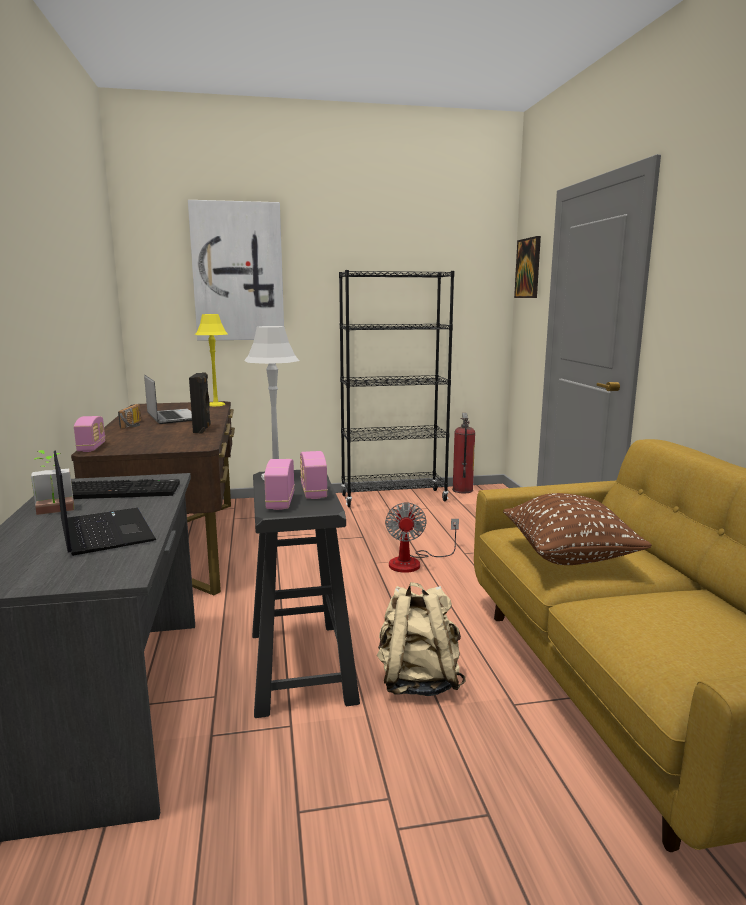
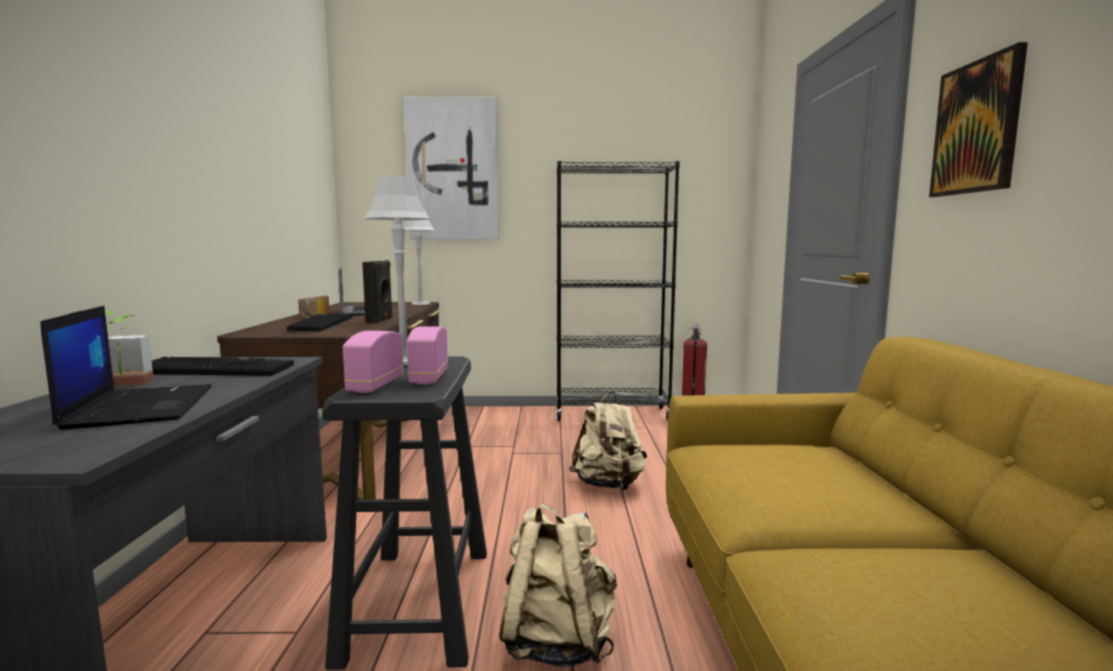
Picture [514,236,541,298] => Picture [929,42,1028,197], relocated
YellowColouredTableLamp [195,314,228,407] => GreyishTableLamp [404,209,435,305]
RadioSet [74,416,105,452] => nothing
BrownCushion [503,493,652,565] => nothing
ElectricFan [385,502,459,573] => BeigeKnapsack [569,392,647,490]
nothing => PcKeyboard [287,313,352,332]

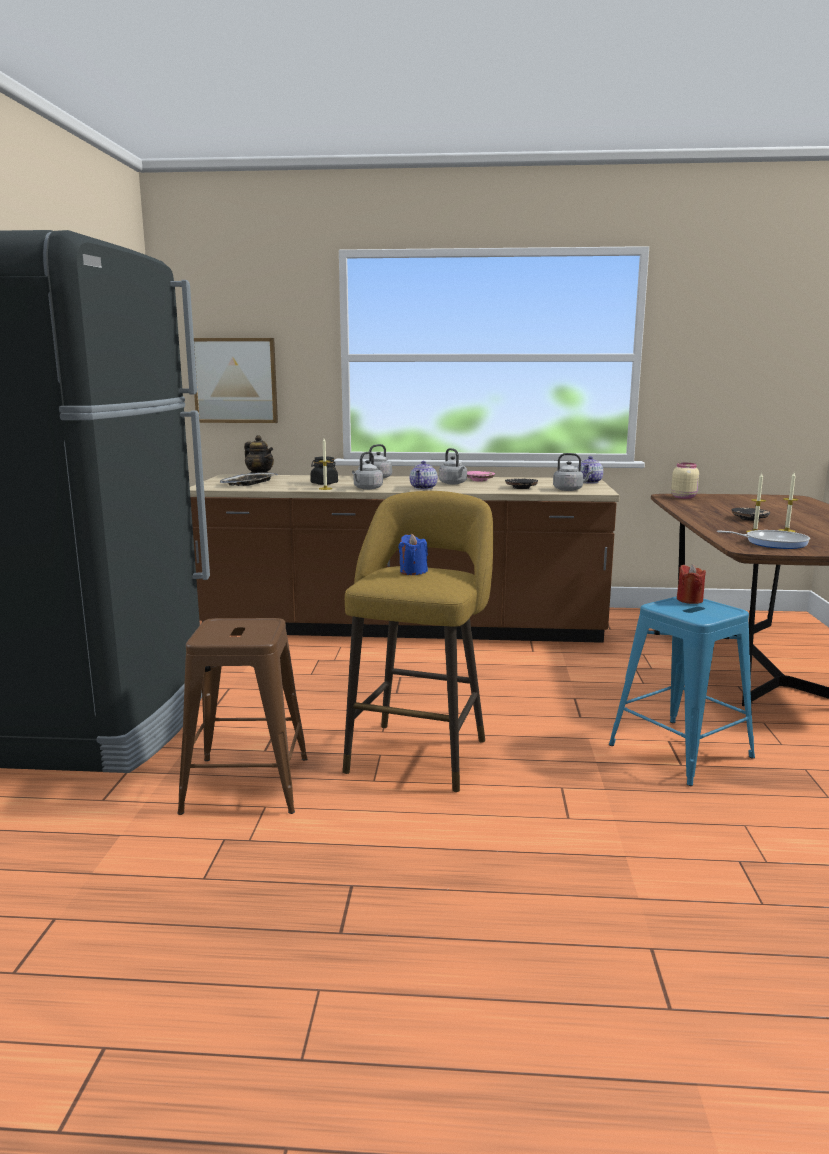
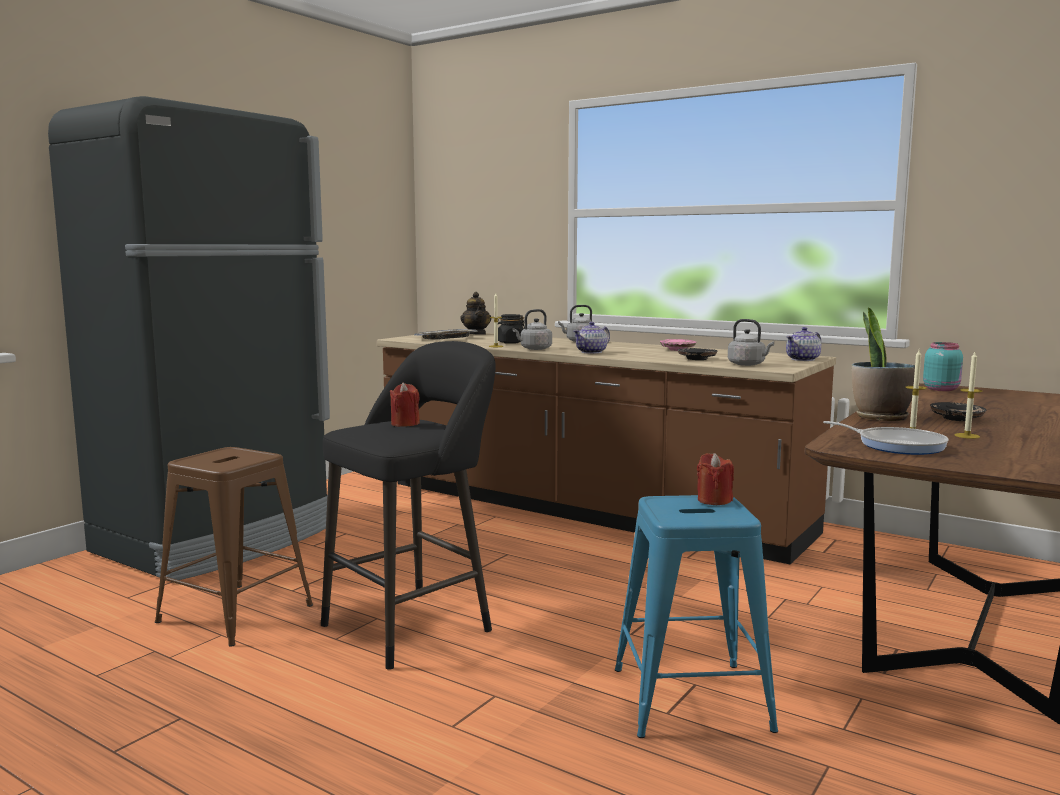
Picture [194,338,278,423] => nothing
GreyishTeaKettle [439,448,467,484] => nothing
BeigePreserveJar [671,463,699,499] => TurquoiseColouredPreserveJar [923,342,963,391]
YellowColouredSittingStool [343,491,493,792] => BlackColouredSittingStool [321,341,496,670]
BluishWaxLight [399,534,428,575] => RedWaxLight [390,382,420,427]
nothing => PottedPlant [852,307,915,421]

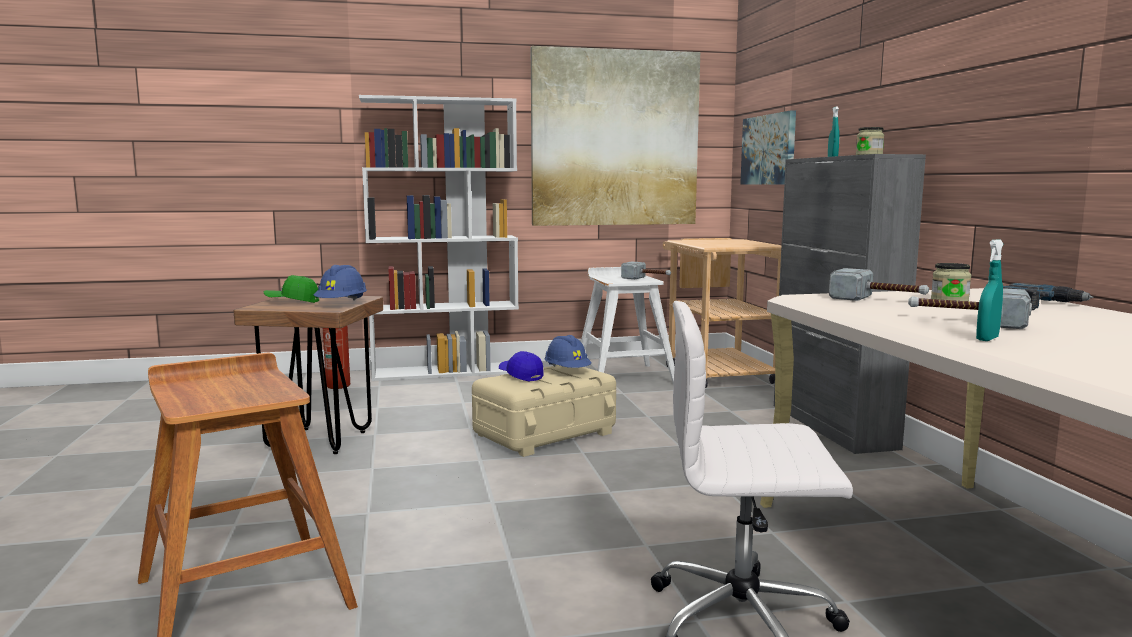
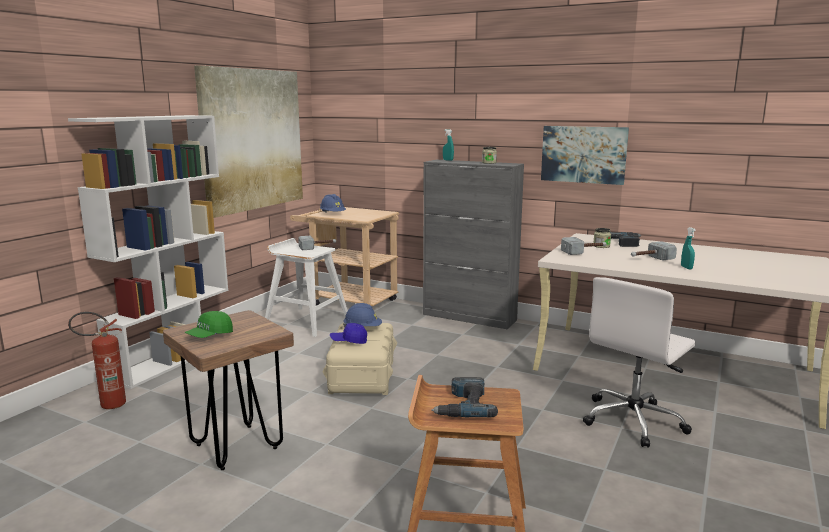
Picture [740,110,796,185] => Picture [541,126,629,185], relocated
BluishSafetyHelmet [314,265,367,301] => BluishSafetyHelmet [320,194,346,213], relocated
nothing => PowerDrill [431,377,498,417]

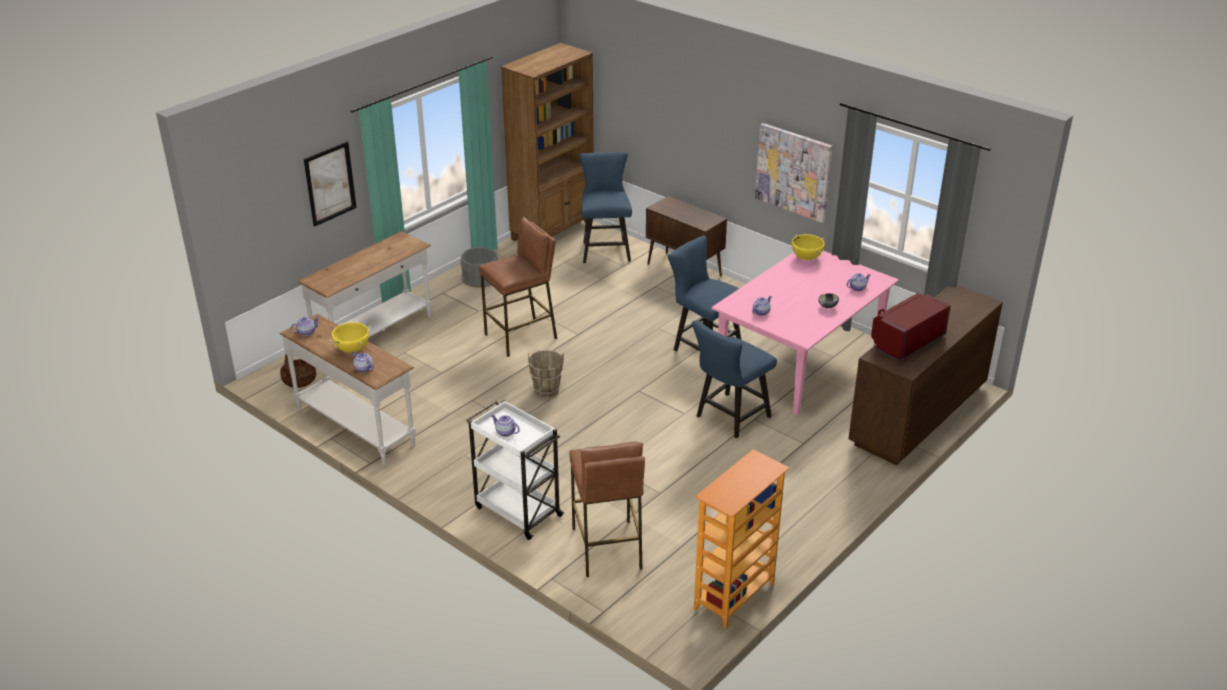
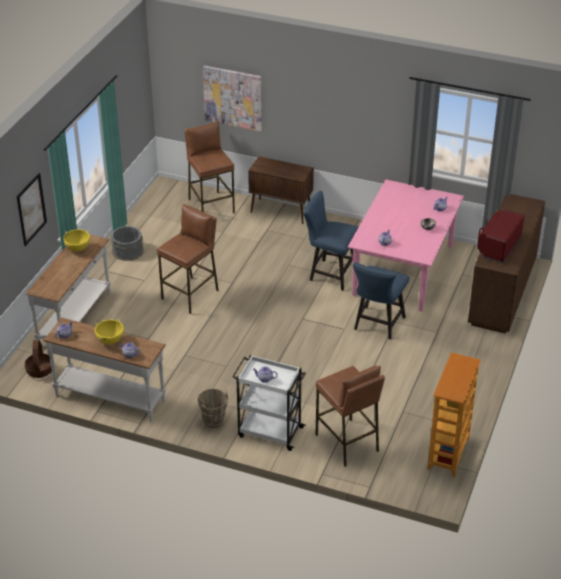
BrownShelvingUnit [501,43,594,241] => nothing
Picture [755,123,833,223] => Picture [203,65,262,131], relocated
BluishChair [579,152,632,263] => BrownSittingStool [184,121,235,214]
YellowColouredSaucepot [792,234,825,260] => YellowColouredSaucepot [63,229,90,252], relocated
BrownWaterBucket [528,350,564,397] => BrownWaterBucket [198,389,228,428], relocated

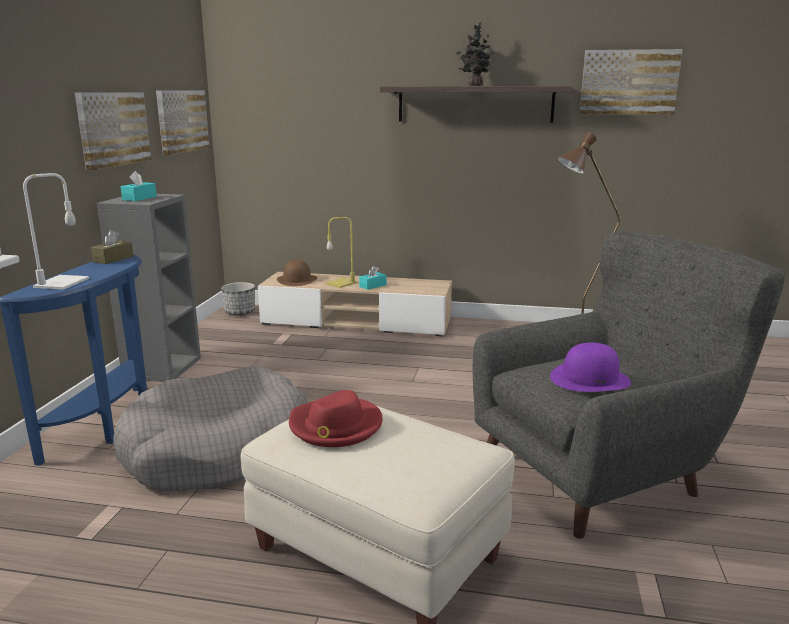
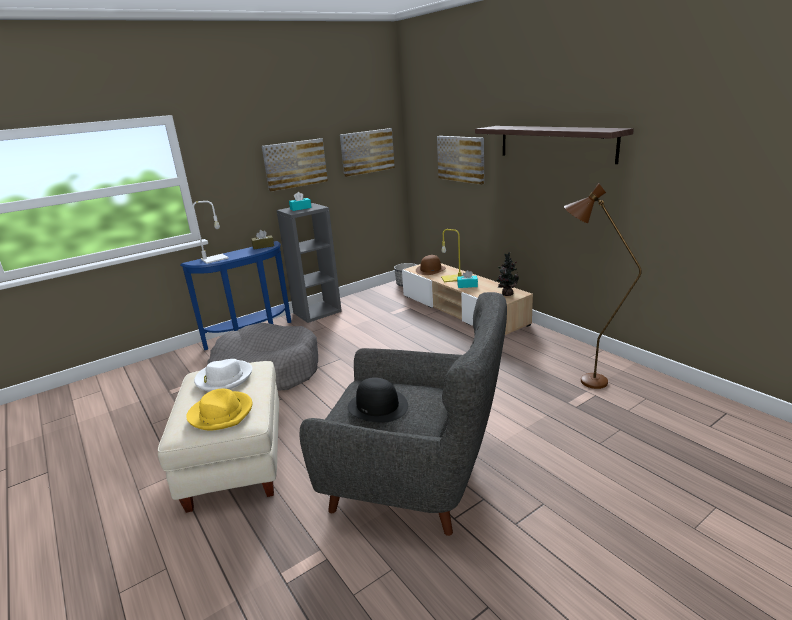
PottedPlant [455,22,494,86] => PottedPlant [496,252,519,296], relocated
Picture [580,49,683,115] => Picture [437,136,484,185], relocated
PurpleColouredClothingHat [550,343,631,392] => BlackColouredClothingHat [348,378,408,423]
RedClothingHat [289,390,382,447] => WhitishClothingHat [194,359,252,392]
nothing => YellowColouredClothingHat [186,389,252,430]

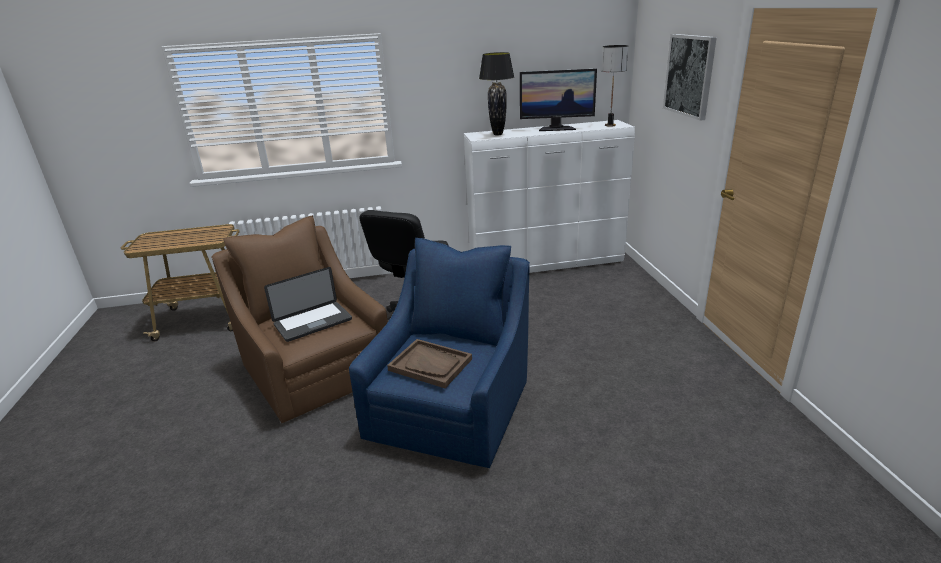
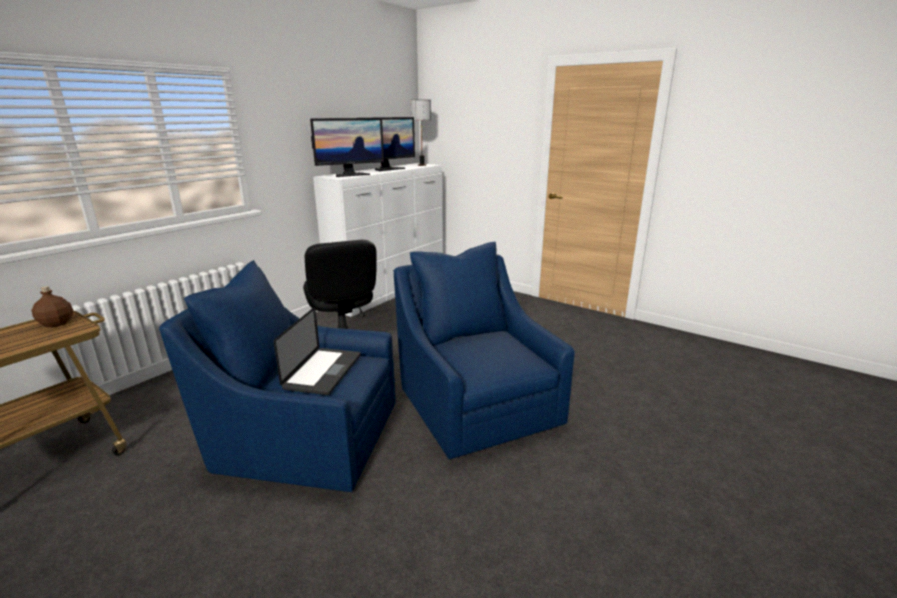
Picture [663,34,717,121] => nothing
BlackColouredTableLamp [479,52,514,135] => ComputerScreen [310,118,384,177]
BrownLoungeChair [211,215,388,423] => BluishLoungeChair [159,260,396,492]
BrownCarryingTray [387,339,472,388] => nothing
nothing => BrownDrinkBottle [32,286,73,327]

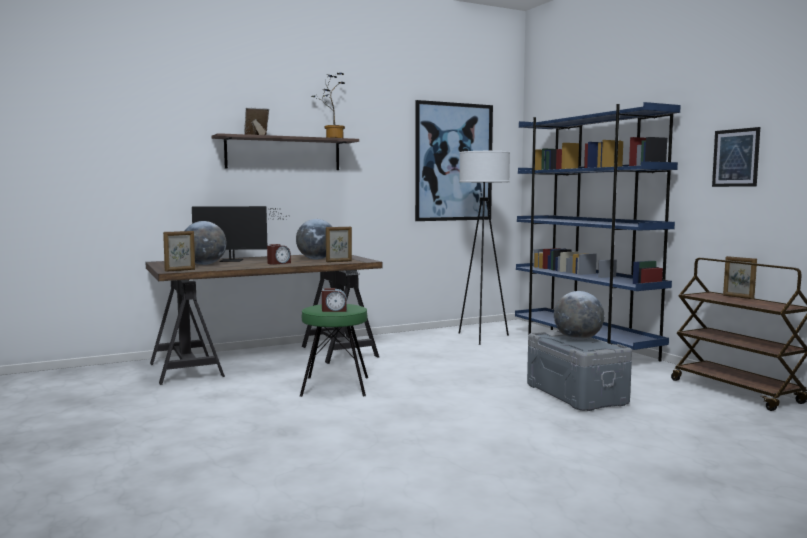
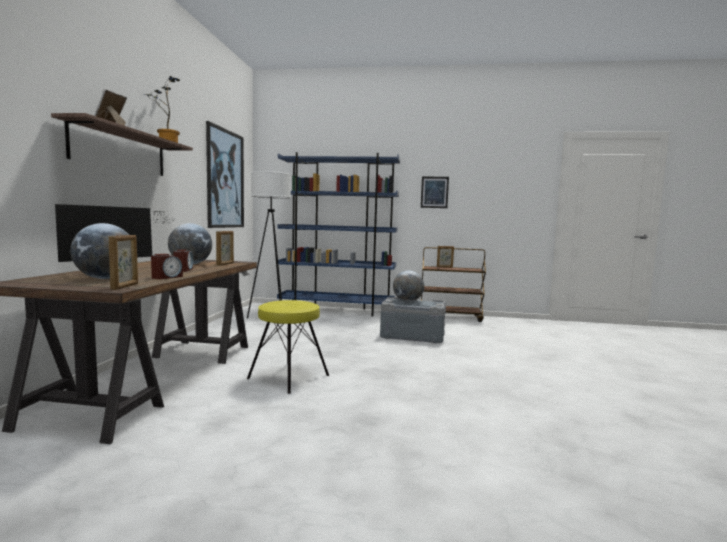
BedsideClock [322,288,347,312] => BedsideClock [151,254,183,279], relocated
GreenSittingStool [300,304,368,397] => YellowColouredSittingStool [247,300,329,394]

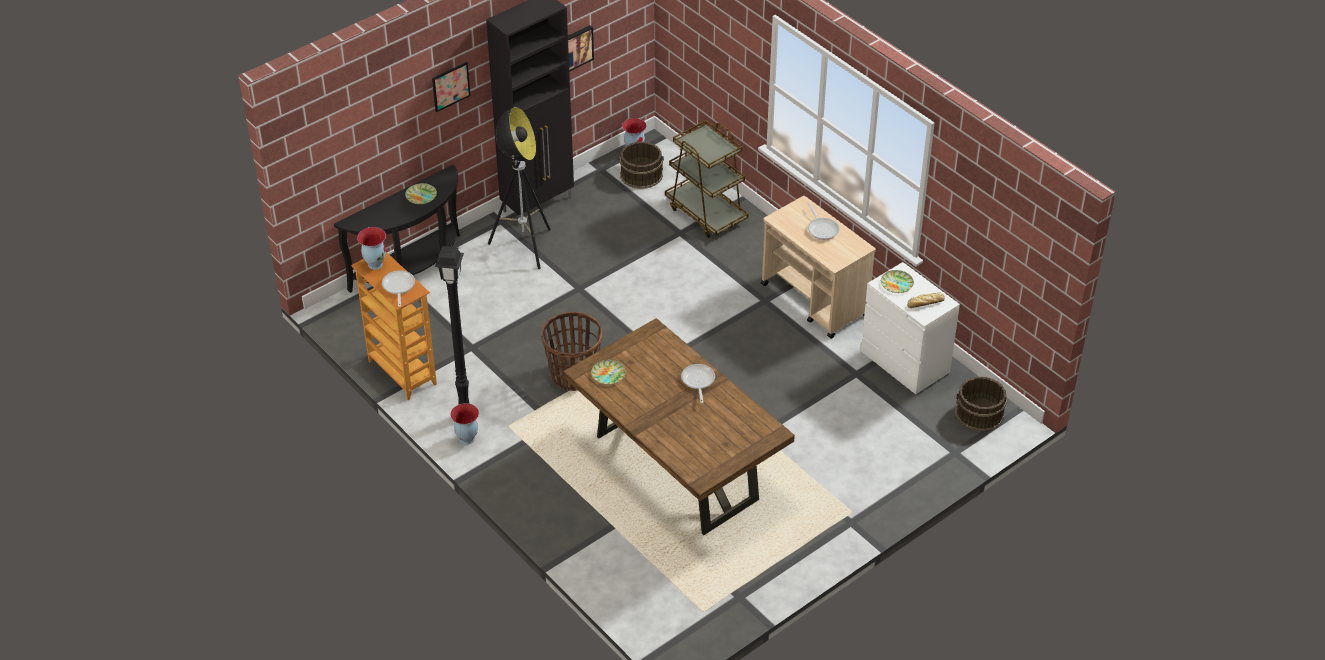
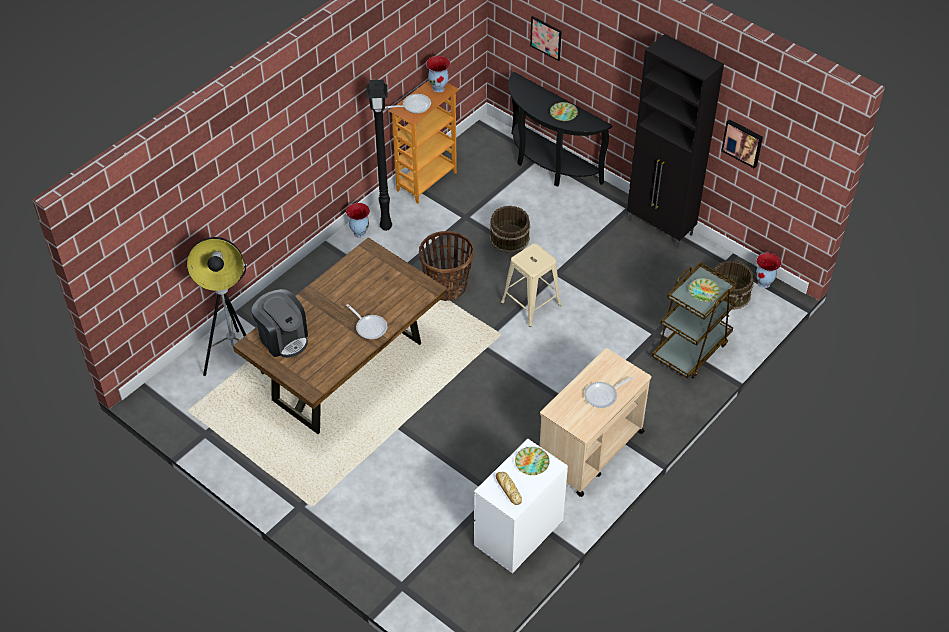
Picture [432,62,470,112] => Picture [530,16,562,61], relocated
StandingLamp [488,107,551,269] => StandingLamp [187,237,264,376], relocated
FlatDish [591,360,626,385] => FlatDish [689,278,720,302], relocated
Pan [681,364,715,403] => Pan [346,304,387,339], 60 degrees clockwise
BrownWaterBucket [955,376,1007,431] => BrownWaterBucket [489,206,530,253], relocated
nothing => BeigeSittingStool [501,243,562,327]
nothing => CoffeeMaker [252,289,308,358]

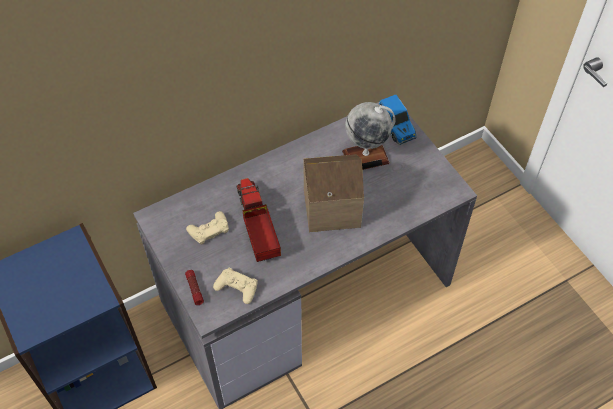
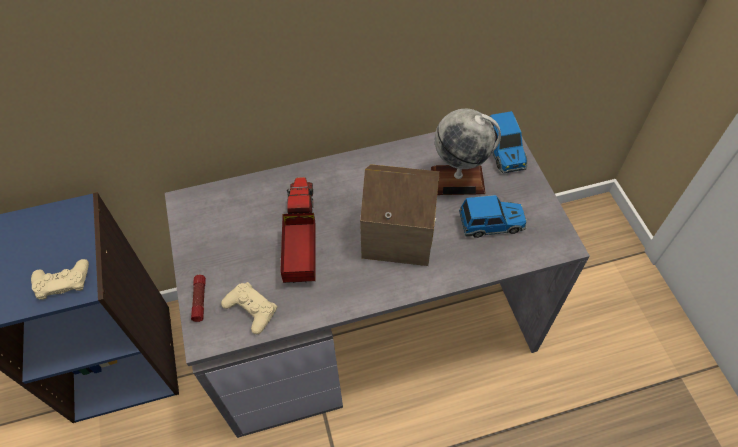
BeigeGamepad [186,211,229,245] => BeigeGamepad [31,259,89,300], relocated
nothing => ModelCar [459,195,527,238]

